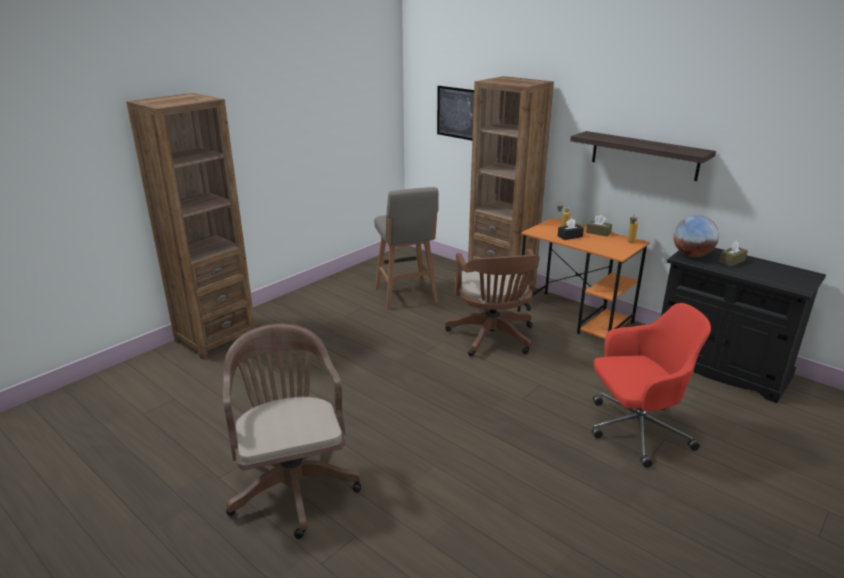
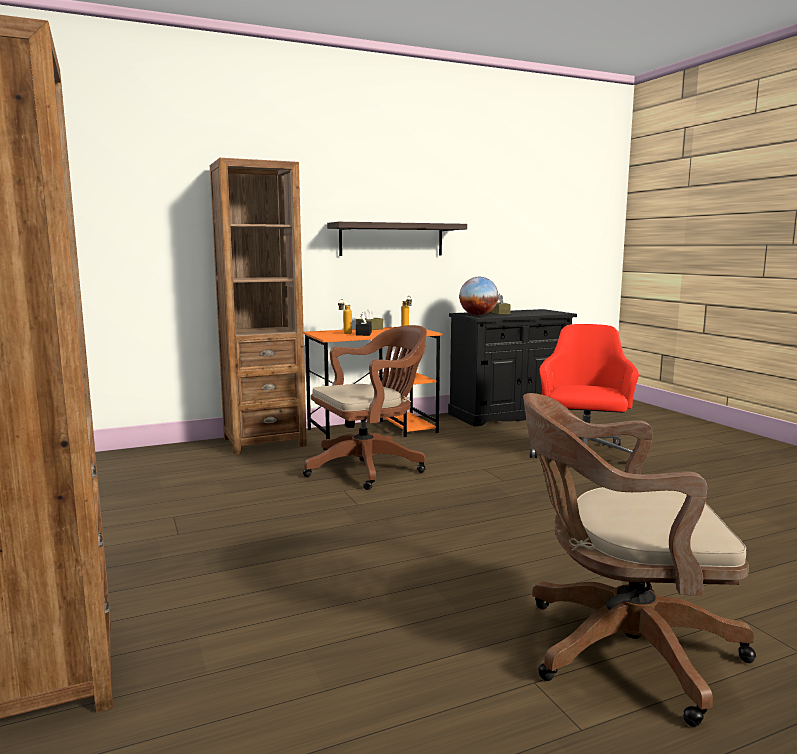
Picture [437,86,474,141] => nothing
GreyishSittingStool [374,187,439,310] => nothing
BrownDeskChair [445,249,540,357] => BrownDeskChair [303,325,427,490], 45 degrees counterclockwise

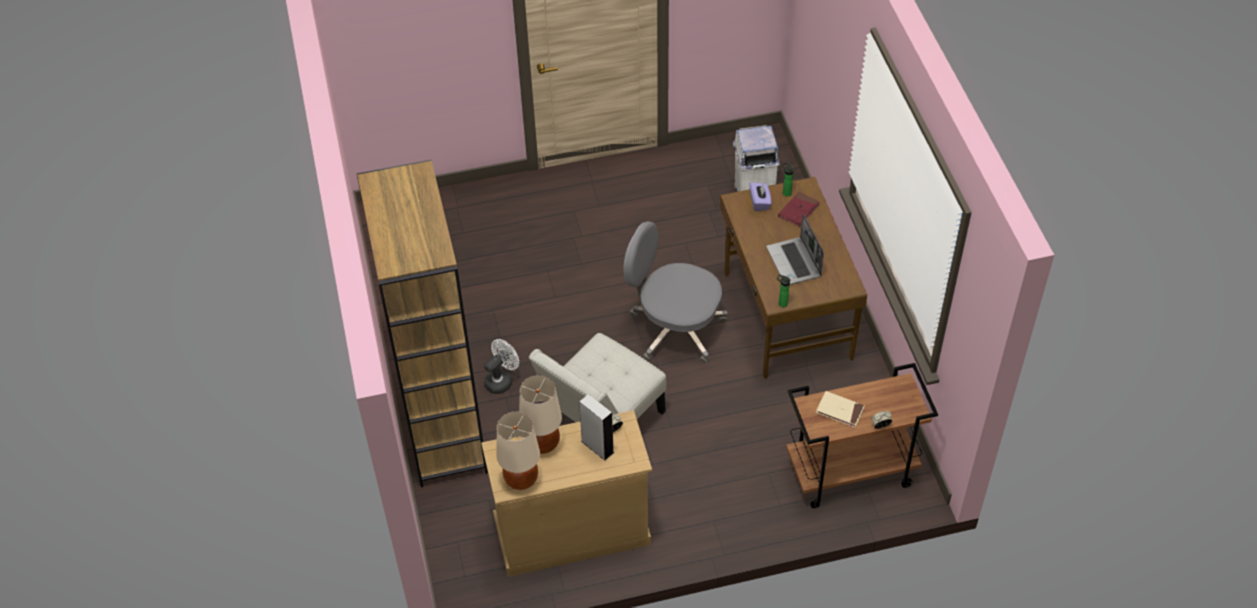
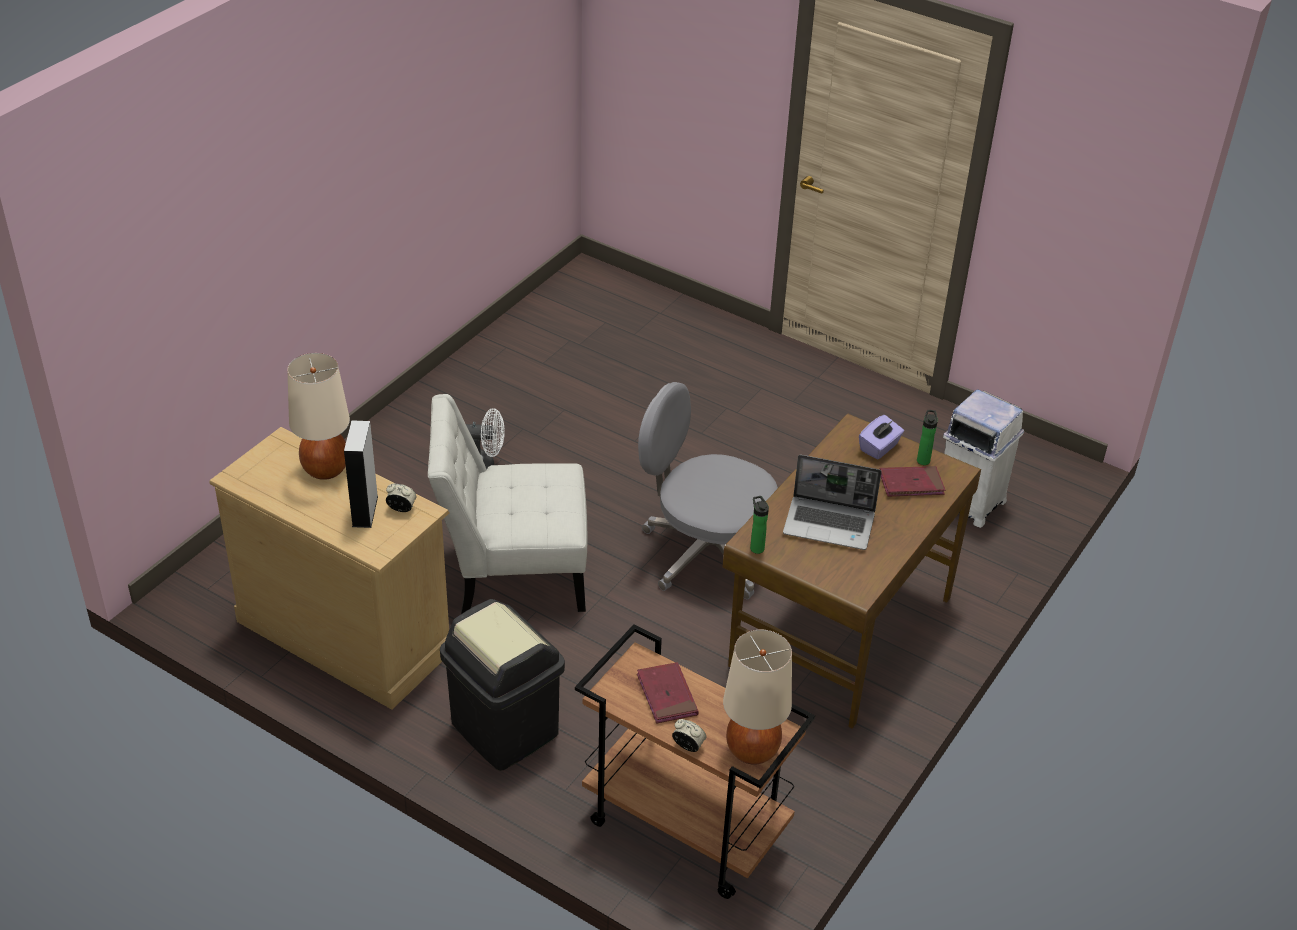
BrownShelvingUnit [357,160,488,488] => nothing
PortableComputer [766,214,824,285] => PortableComputer [783,455,882,550], 105 degrees counterclockwise
GreyishDeskChair [624,221,728,364] => GreyishDeskChair [638,382,778,599], 45 degrees counterclockwise
BeigeBoundBook [816,391,865,428] => RedBoundBook [637,662,699,724]
BeigeTableLamp [496,412,540,490] => BeigeTableLamp [723,630,792,765], relocated
nothing => BlackColouredRubbishBin [440,599,565,771]

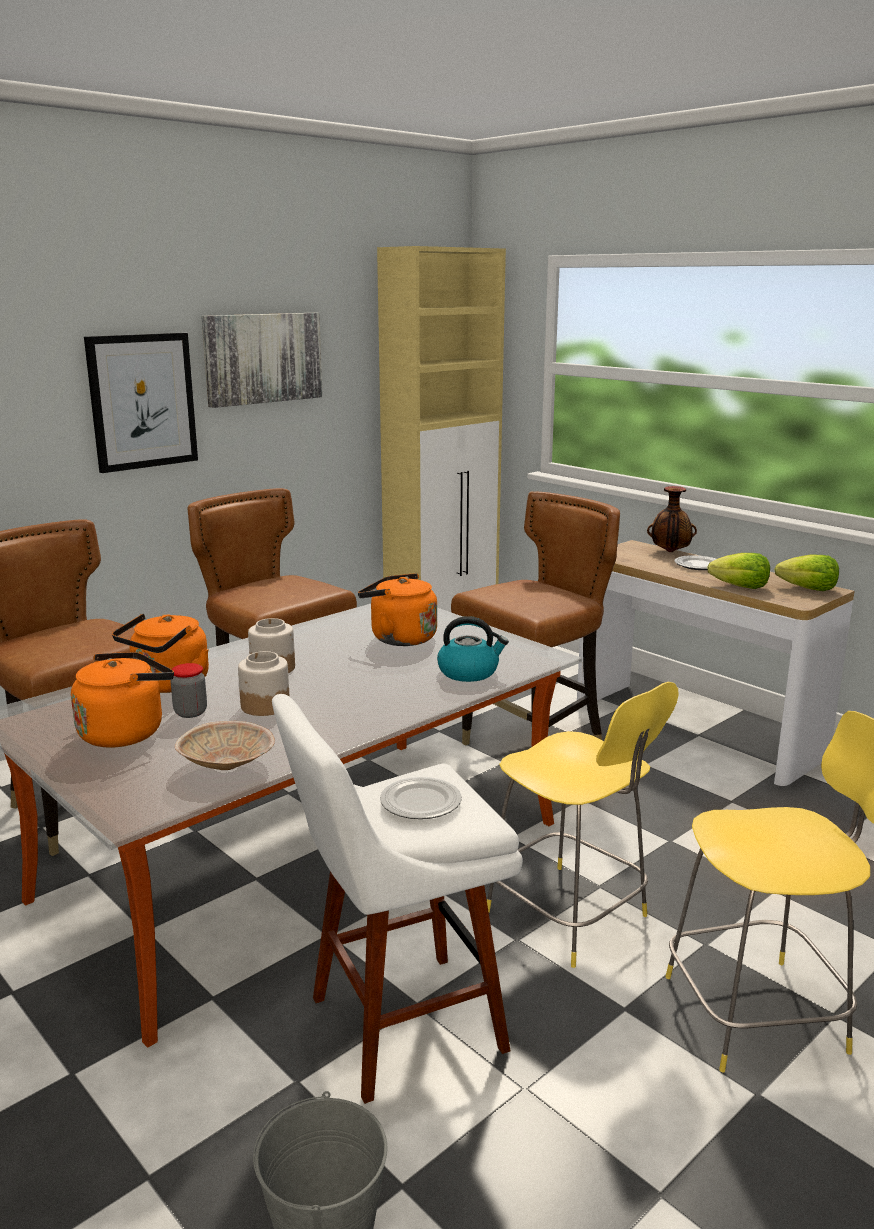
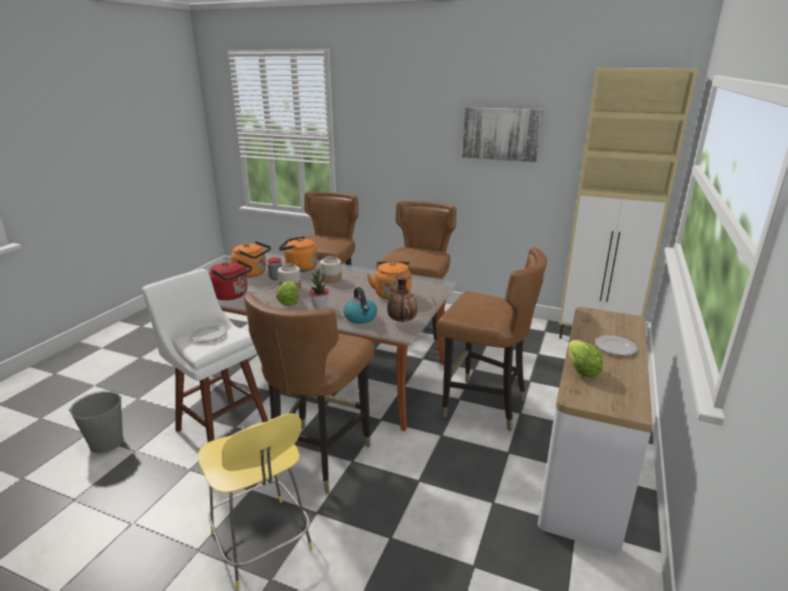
Picture [84,333,198,473] => nothing
FlowerVase [647,486,697,552] => FlowerVase [387,274,417,322], relocated
Lettuce [774,555,839,591] => Lettuce [276,281,299,306], relocated
YellowColouredSittingStool [487,682,679,968] => BrownChair [244,294,375,494]
BeigeServingBowl [175,721,275,770] => RedTeaKettle [209,260,252,300]
nothing => PottedPlant [309,268,329,309]

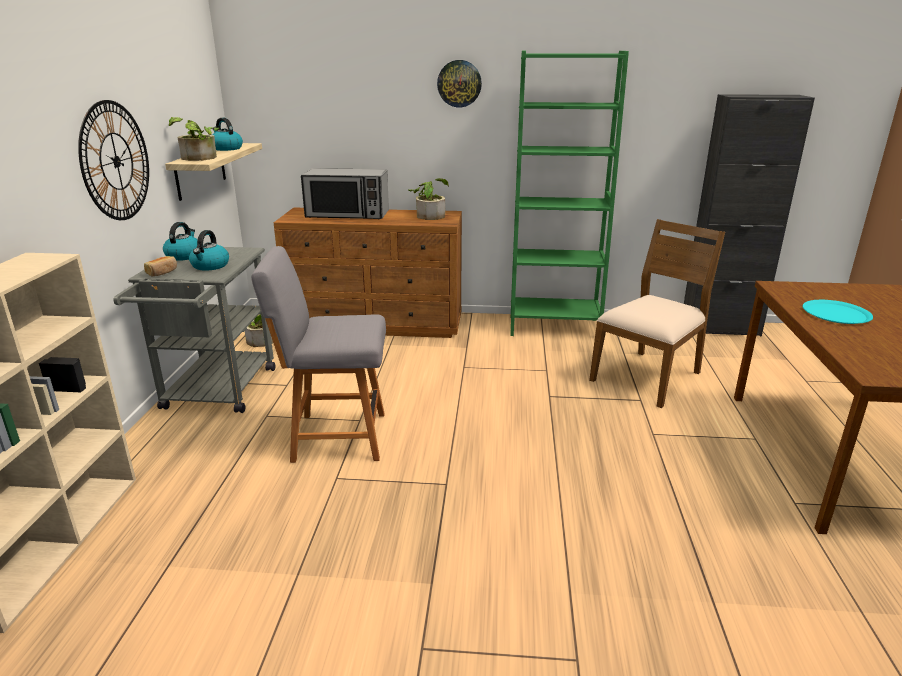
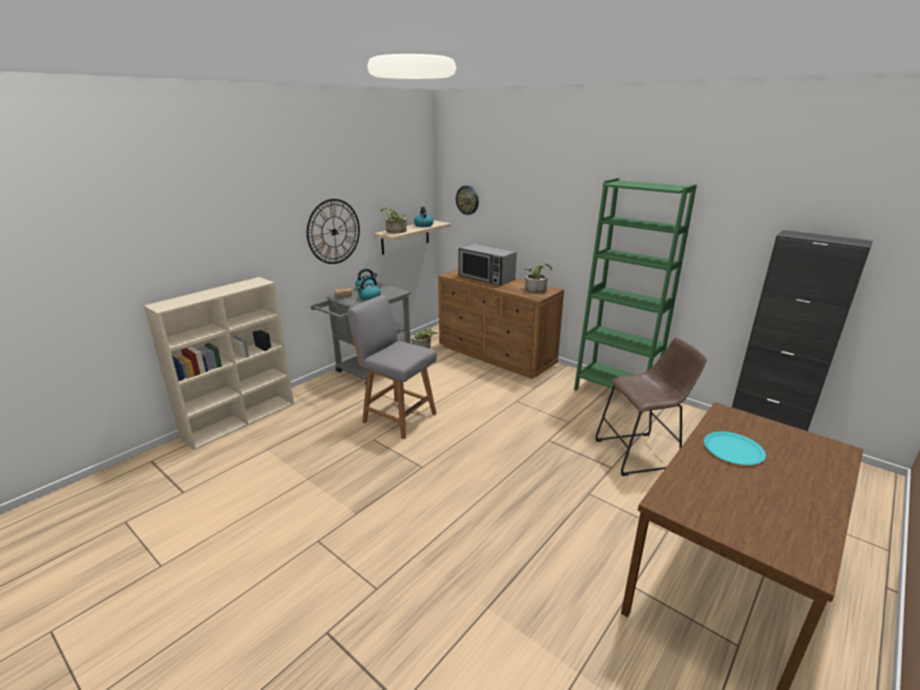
WallClock [437,60,482,108] => WallClock [456,186,479,215], relocated
BrownChair [589,219,725,408] => BrownSittingStool [596,337,707,476]

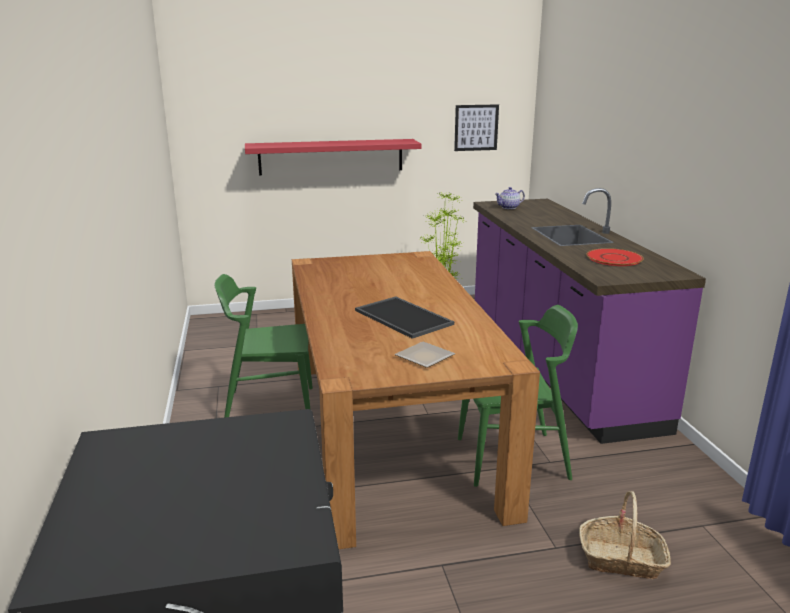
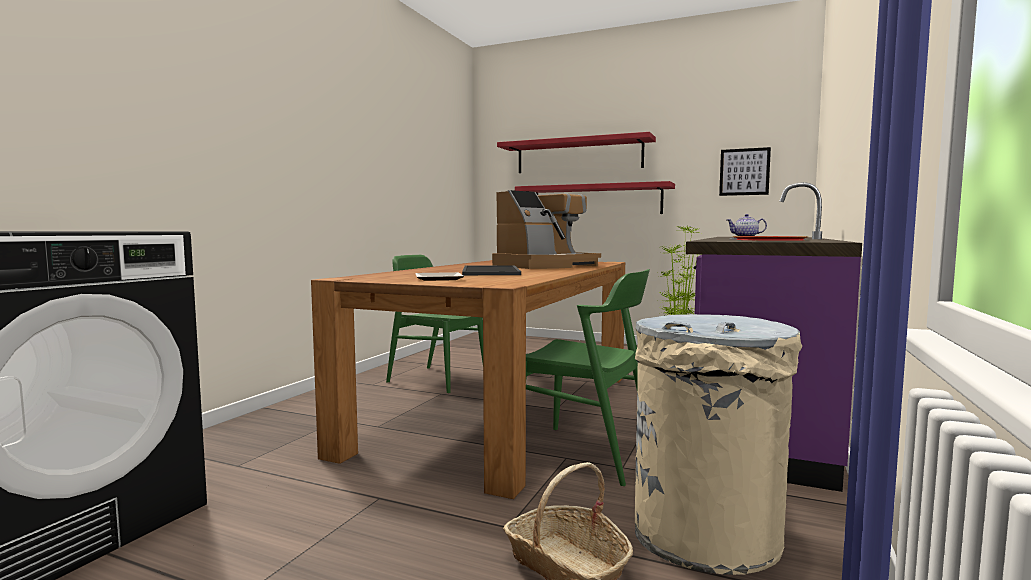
nothing => RedShelf [497,132,656,173]
nothing => CoffeeMaker [492,190,601,269]
nothing => BeigeRubbishBin [635,314,802,575]

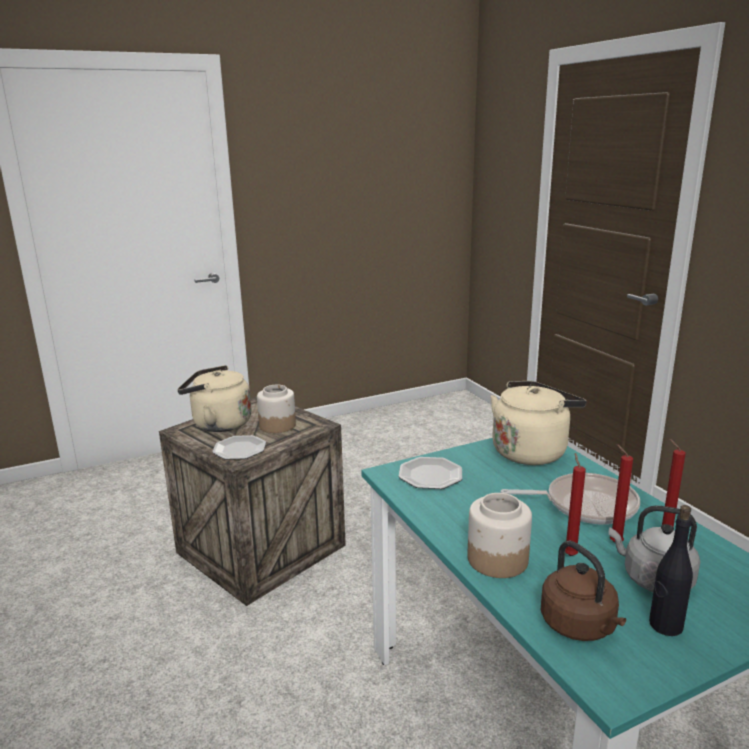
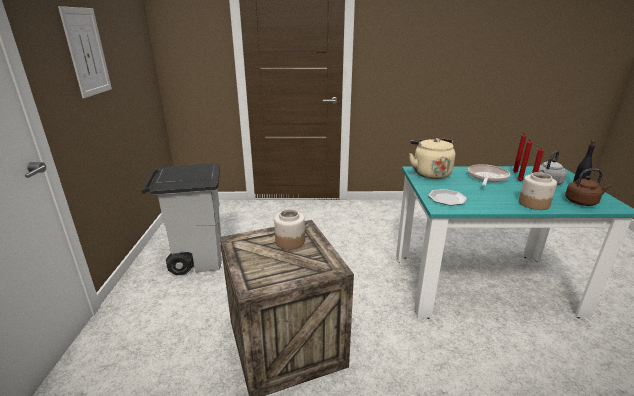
BeigeTeaKettle [177,365,252,432] => nothing
FlatDish [212,435,266,460] => nothing
nothing => Picture [58,6,112,98]
nothing => GreyishRubbishBin [141,163,222,275]

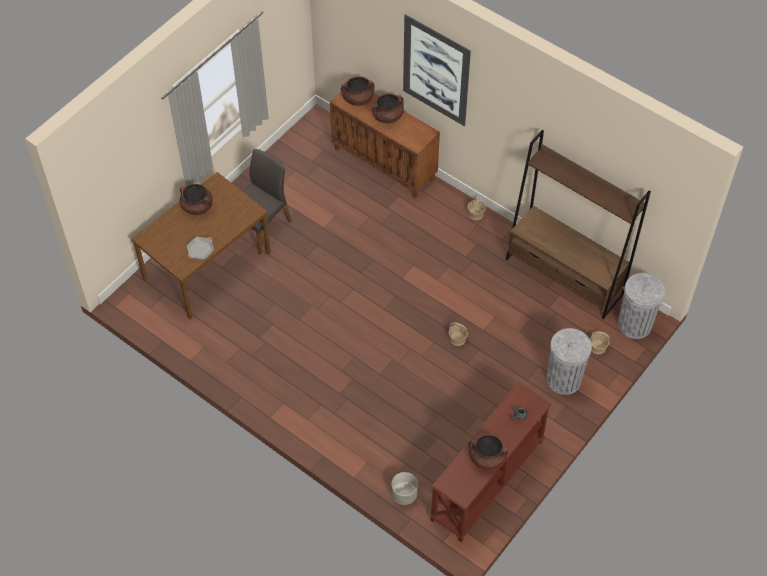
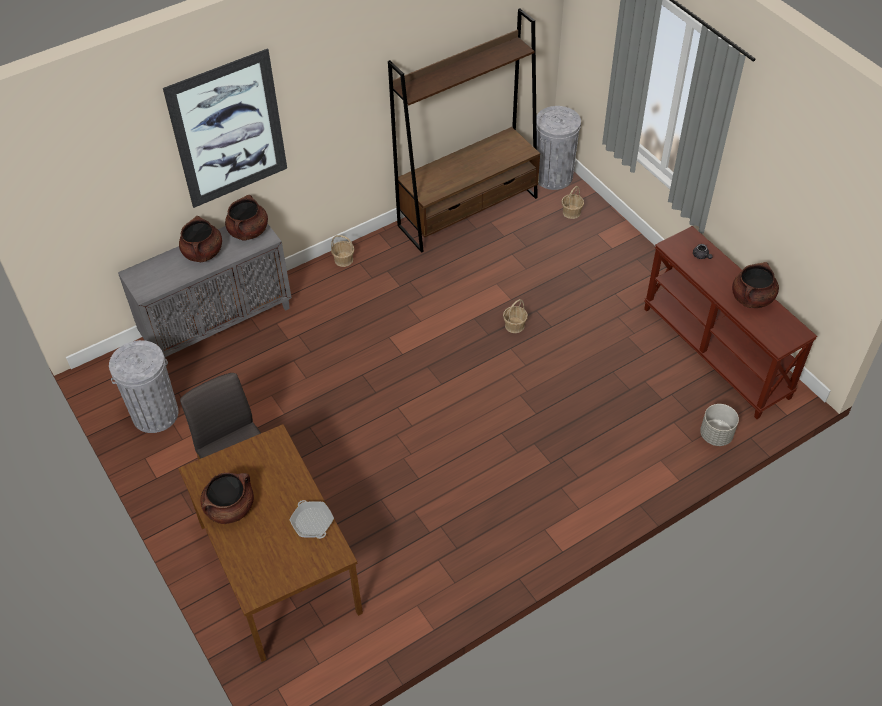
BrownSaucepot [341,76,374,106] => BrownSaucepot [225,195,268,240], relocated
BrownStorageCabinet [330,92,440,198] => GreyishStorageCabinet [118,223,292,367]
GreyishRubbishBin [546,328,592,395] => GreyishRubbishBin [109,340,178,433], relocated

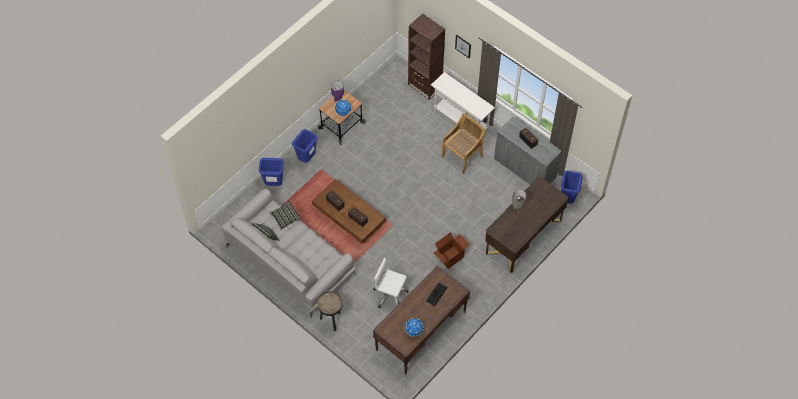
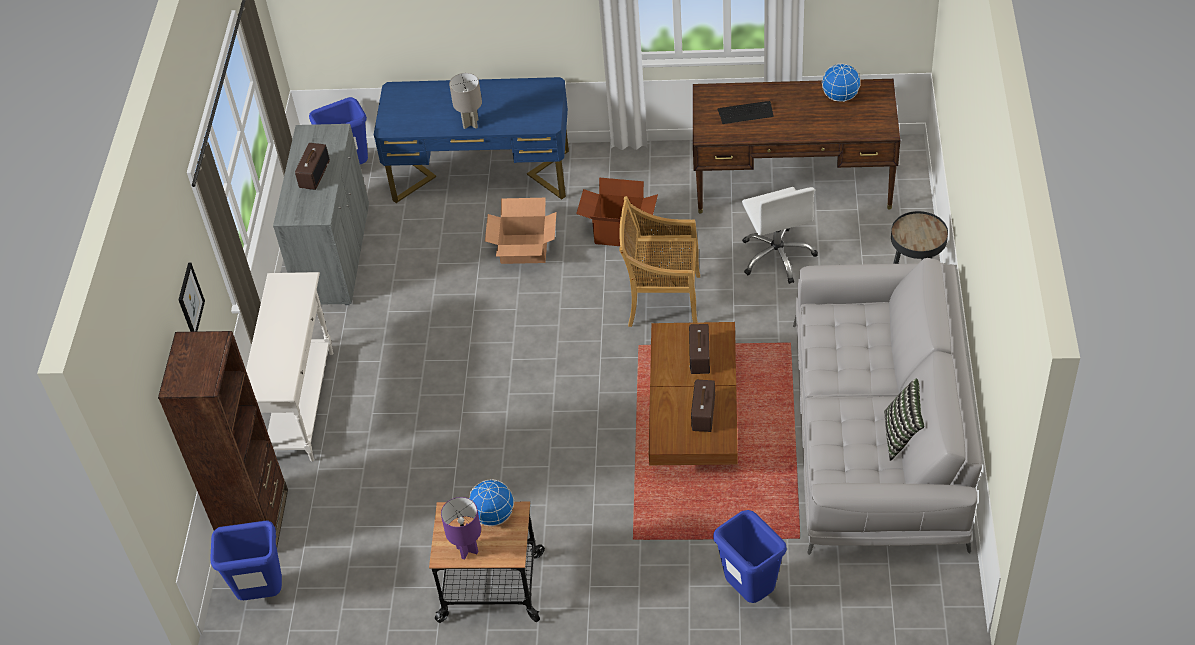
BeigeChair [442,112,486,174] => BeigeChair [619,196,700,327], relocated
BluishRubbishBin [292,129,318,163] => BluishRubbishBin [210,521,282,600], relocated
BrownDeskTable [485,177,568,273] => BluishDeskTable [374,77,569,203]
Cushion [269,200,301,230] => nothing
nothing => CardboardBox [485,198,557,264]

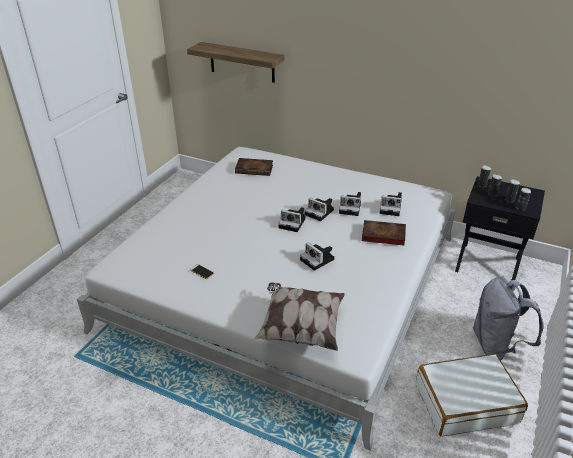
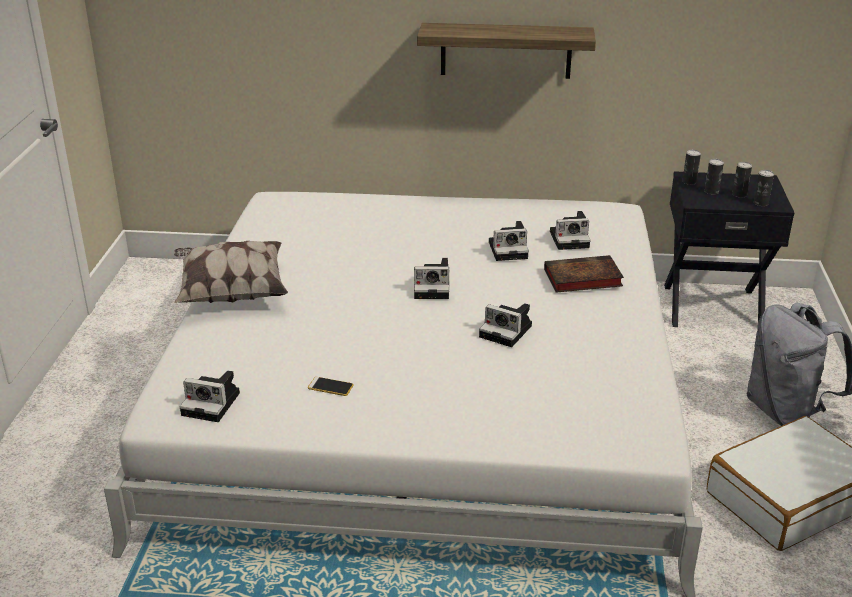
Shelf [187,42,284,83] => Shelf [417,23,596,79], relocated
BoundBook [235,158,273,176] => nothing
PhotoCamera [305,198,334,221] => PhotoCamera [180,371,240,422], relocated
Cushion [254,282,345,351] => Cushion [174,241,288,303], relocated

